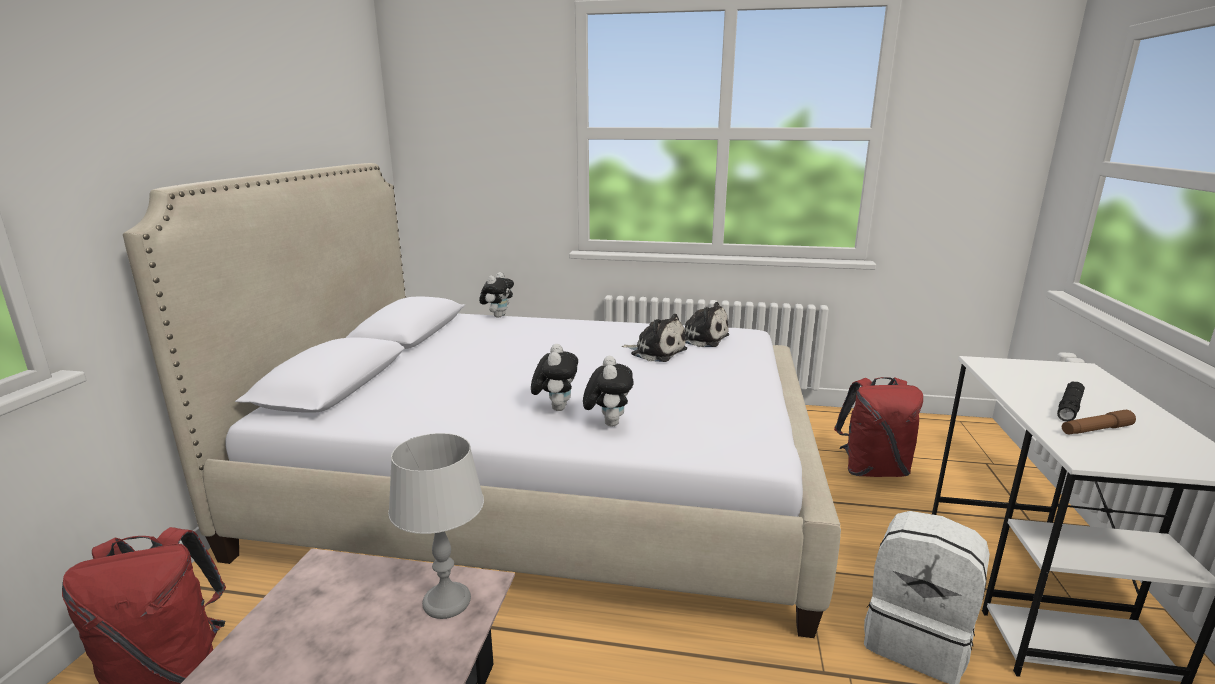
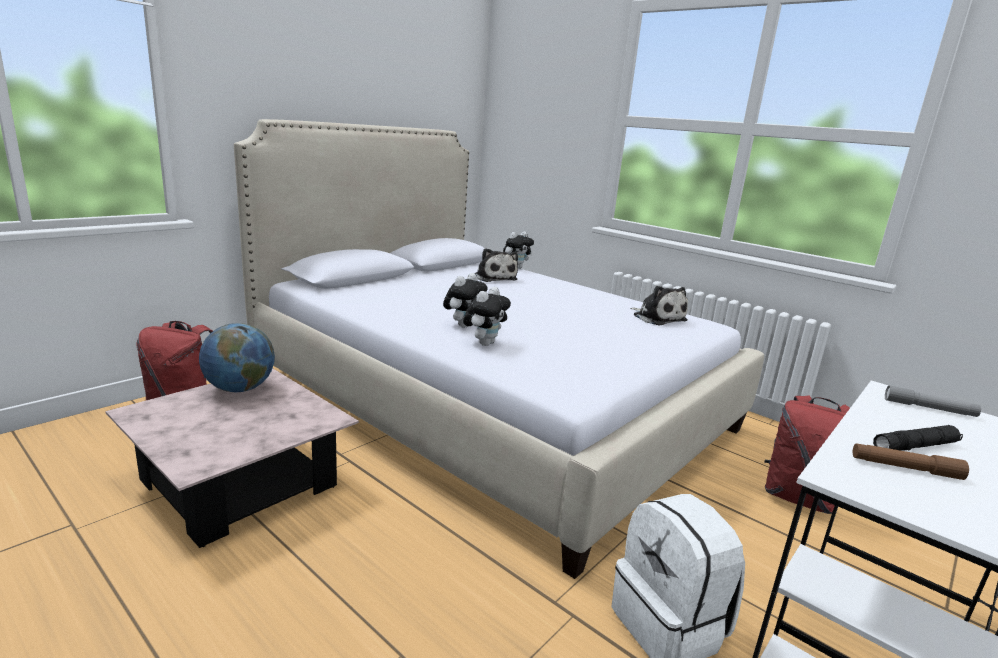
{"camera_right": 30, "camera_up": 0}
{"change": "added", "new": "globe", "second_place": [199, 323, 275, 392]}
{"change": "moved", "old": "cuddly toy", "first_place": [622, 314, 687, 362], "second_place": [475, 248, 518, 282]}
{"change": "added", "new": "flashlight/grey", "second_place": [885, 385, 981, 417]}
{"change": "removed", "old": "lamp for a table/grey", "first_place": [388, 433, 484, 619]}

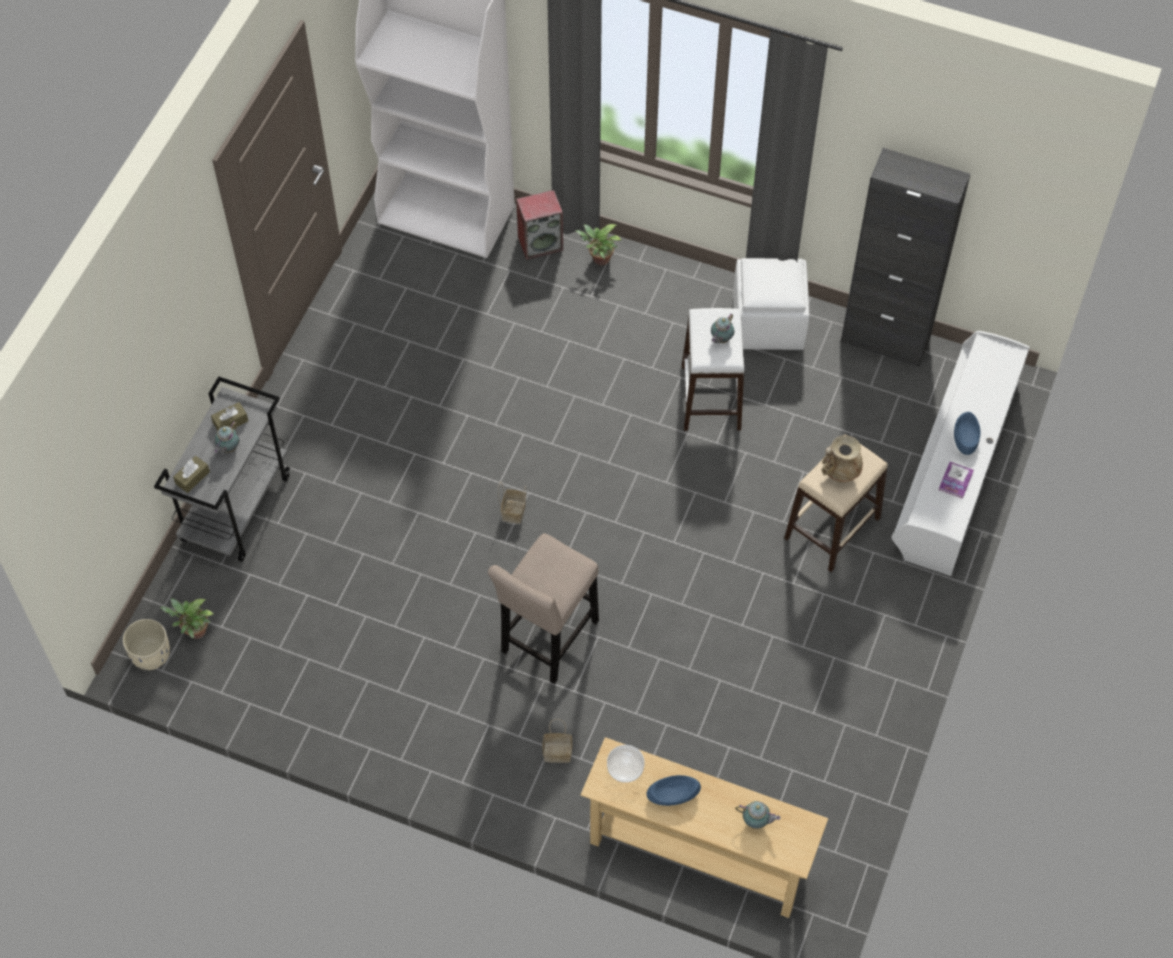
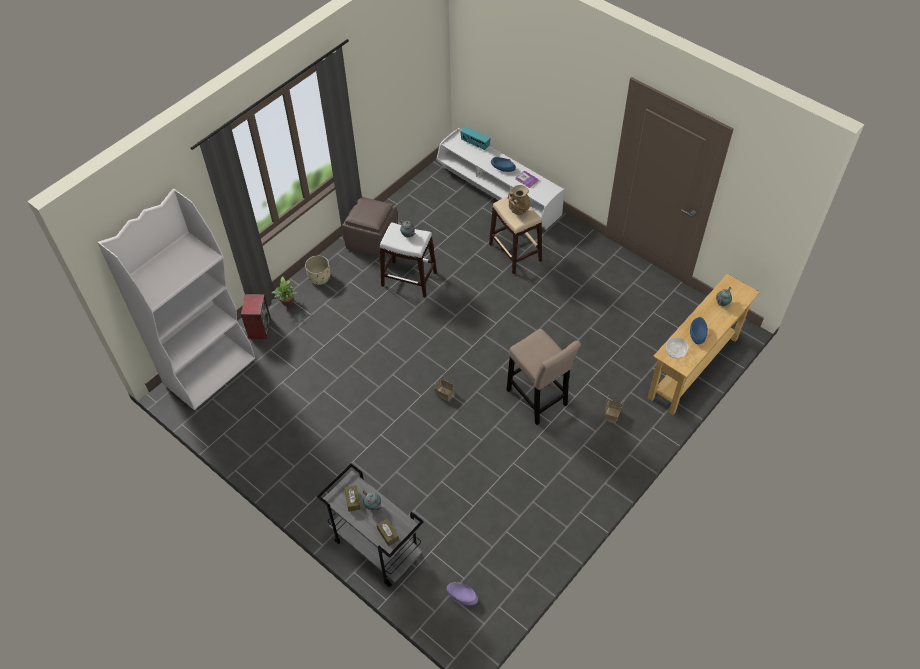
{"camera_right": -70, "camera_up": -5}
{"change": "moved", "old": "flower pot/sand-coloured", "first_place": [122, 619, 170, 670], "second_place": [305, 255, 330, 285]}
{"change": "recoloured", "old": "footrest/whitish", "new": "footrest/brown", "first_place": [733, 258, 809, 350], "second_place": [342, 197, 398, 258]}
{"change": "replaced", "old": "plant in a pot", "new": "deep dish/purple", "first_place": [160, 598, 214, 639], "second_place": [447, 582, 478, 605]}
{"change": "added", "new": "radio set", "second_place": [460, 126, 491, 150]}
{"change": "removed", "old": "cupboard/black-coloured", "first_place": [841, 148, 970, 367]}

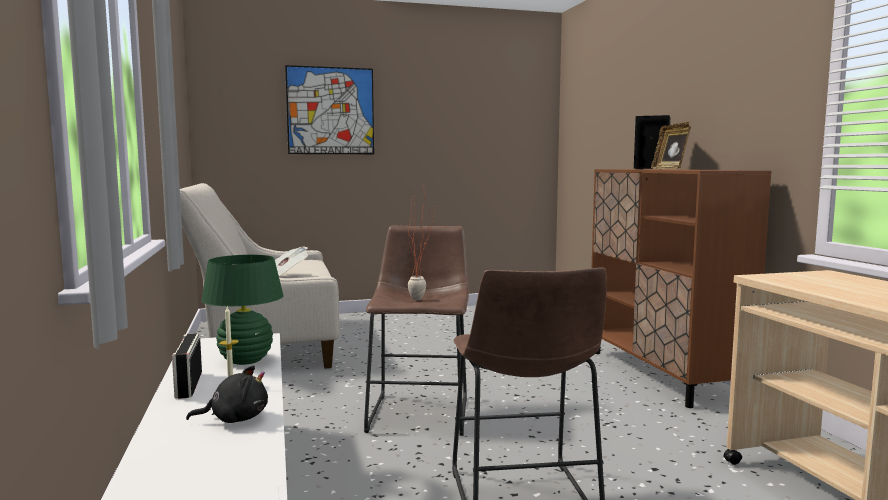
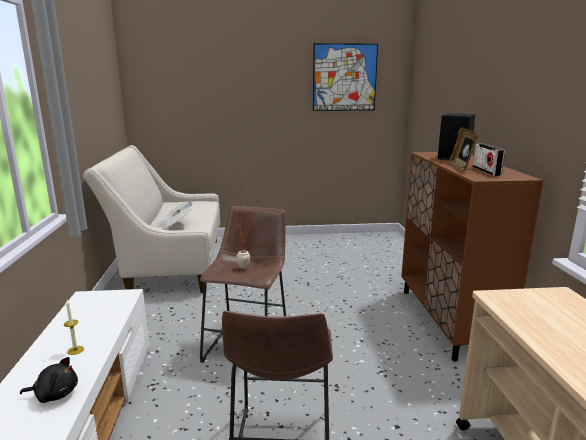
{"camera_right": 10, "camera_up": 10}
{"change": "moved", "old": "wall picture", "first_place": [285, 65, 374, 154], "second_place": [313, 43, 378, 111]}
{"change": "moved", "old": "radio set", "first_place": [172, 333, 202, 399], "second_place": [473, 144, 505, 176]}
{"change": "removed", "old": "lamp for a table/green", "first_place": [201, 255, 284, 365]}

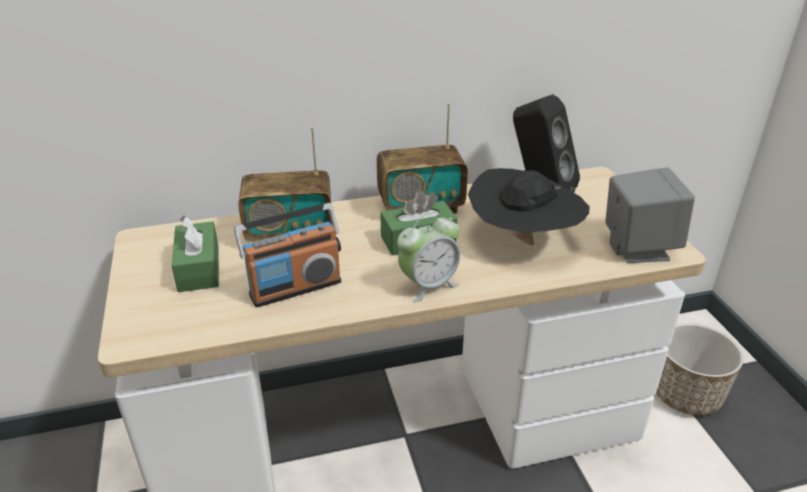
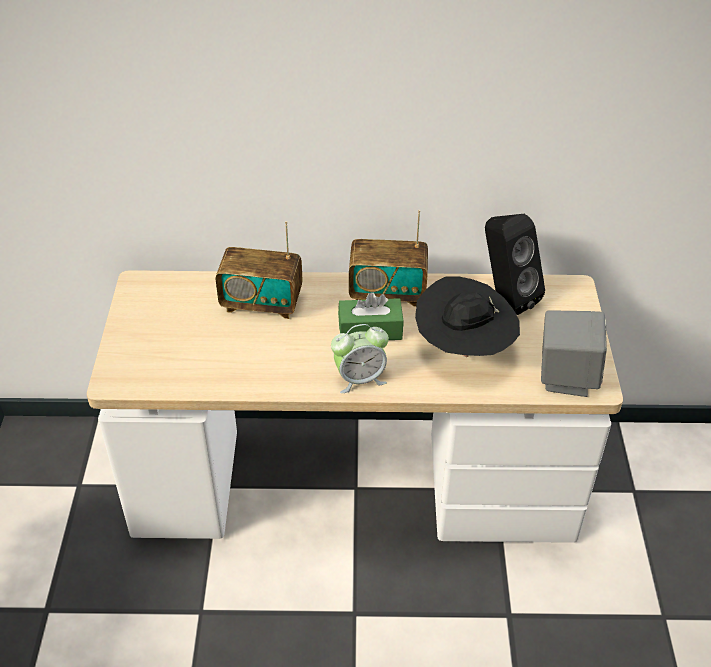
{"camera_right": 15, "camera_up": 10}
{"change": "removed", "old": "tissue holder/green", "first_place": [172, 215, 219, 292]}
{"change": "removed", "old": "radio set", "first_place": [234, 203, 341, 308]}
{"change": "removed", "old": "flower pot", "first_place": [656, 323, 744, 415]}

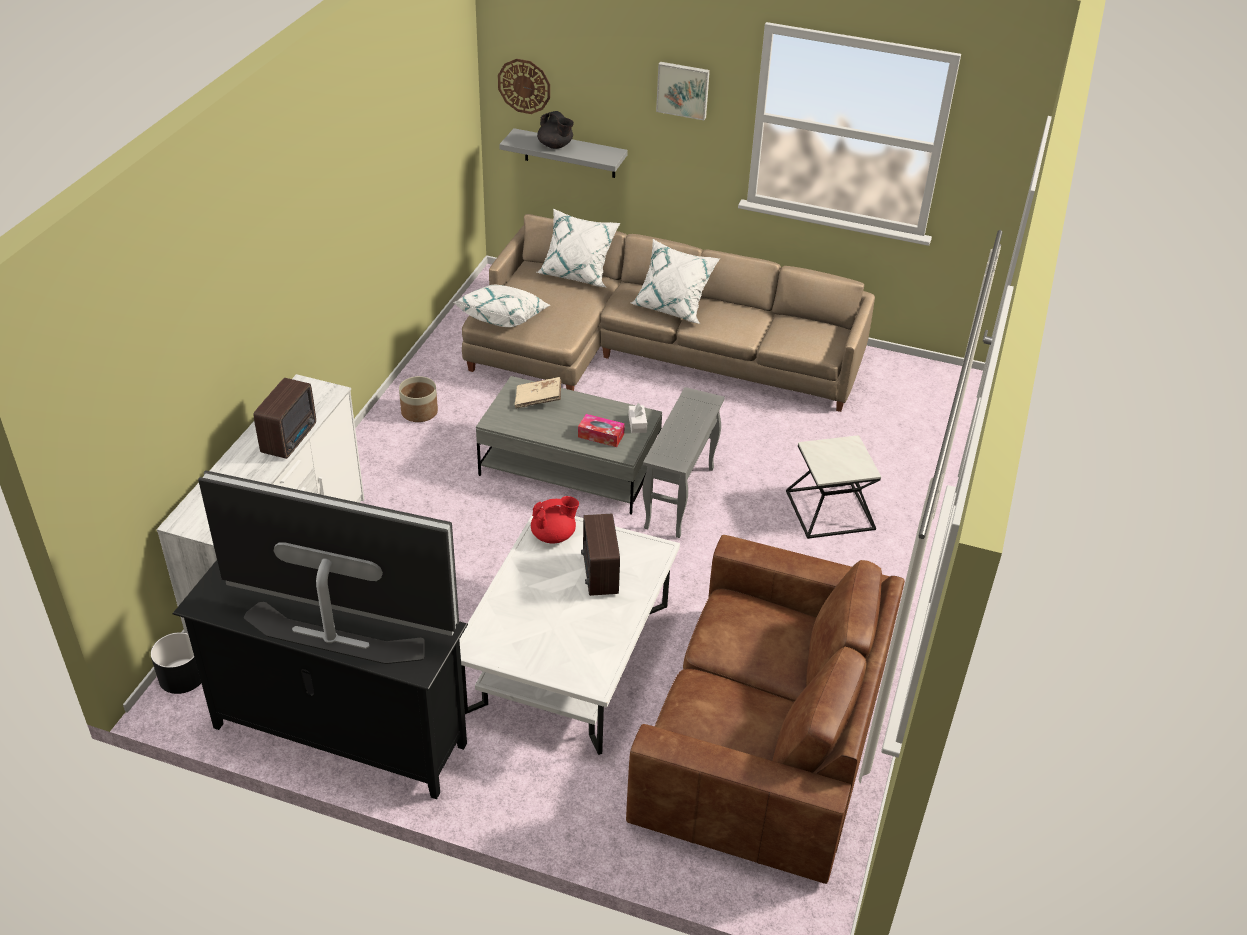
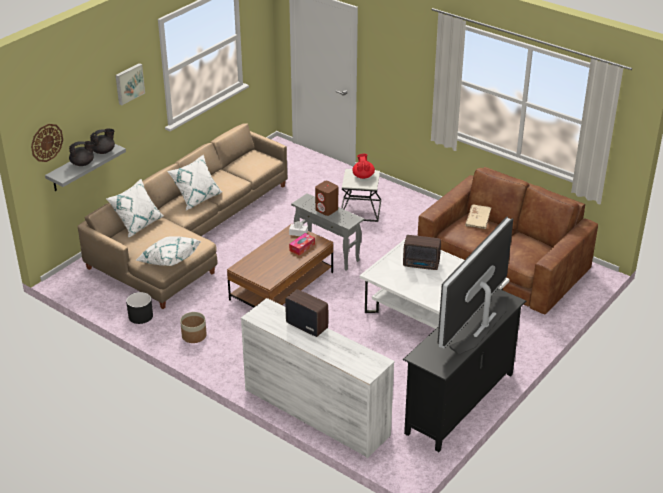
{"camera_right": -70, "camera_up": -5}
{"change": "added", "new": "pot for tea/black-coloured", "second_place": [90, 129, 115, 154]}
{"change": "moved", "old": "flower pot/black-coloured", "first_place": [151, 632, 201, 694], "second_place": [126, 292, 153, 324]}
{"change": "recoloured", "old": "lounge table/grey", "new": "lounge table/brown", "first_place": [476, 376, 662, 515], "second_place": [227, 224, 333, 307]}
{"change": "added", "new": "speaker/brown", "second_place": [315, 181, 338, 216]}
{"change": "moved", "old": "pot for tea/reddish", "first_place": [531, 496, 579, 544], "second_place": [352, 154, 375, 179]}
{"change": "moved", "old": "bound book/sand-coloured", "first_place": [515, 377, 561, 409], "second_place": [465, 204, 491, 229]}

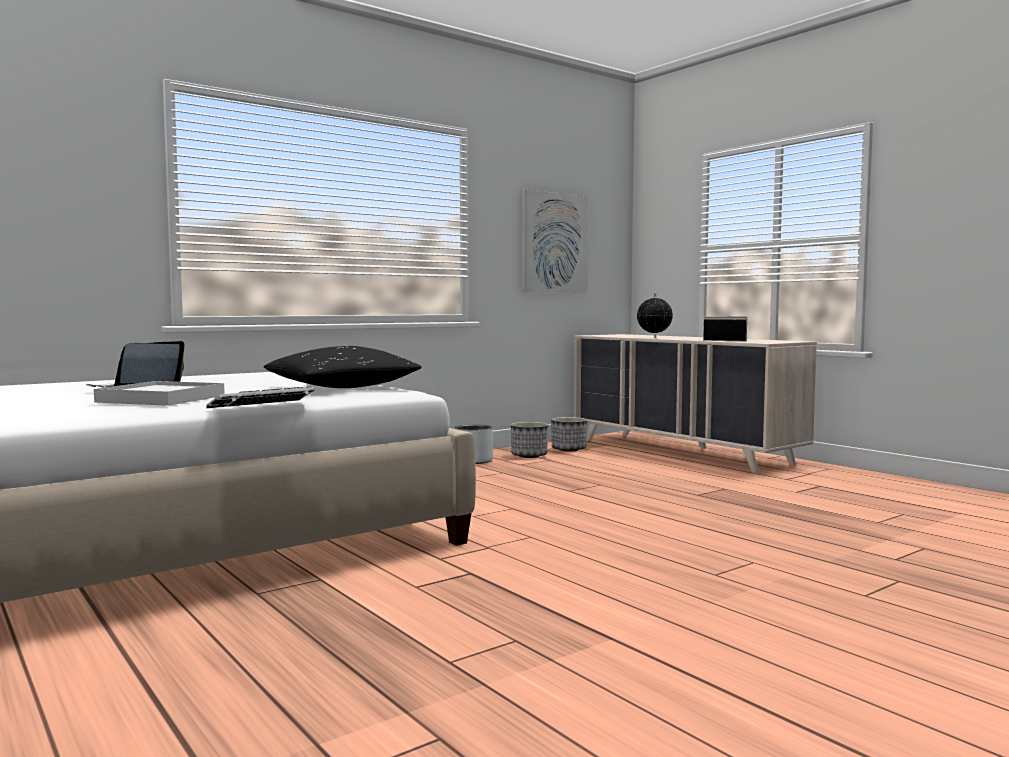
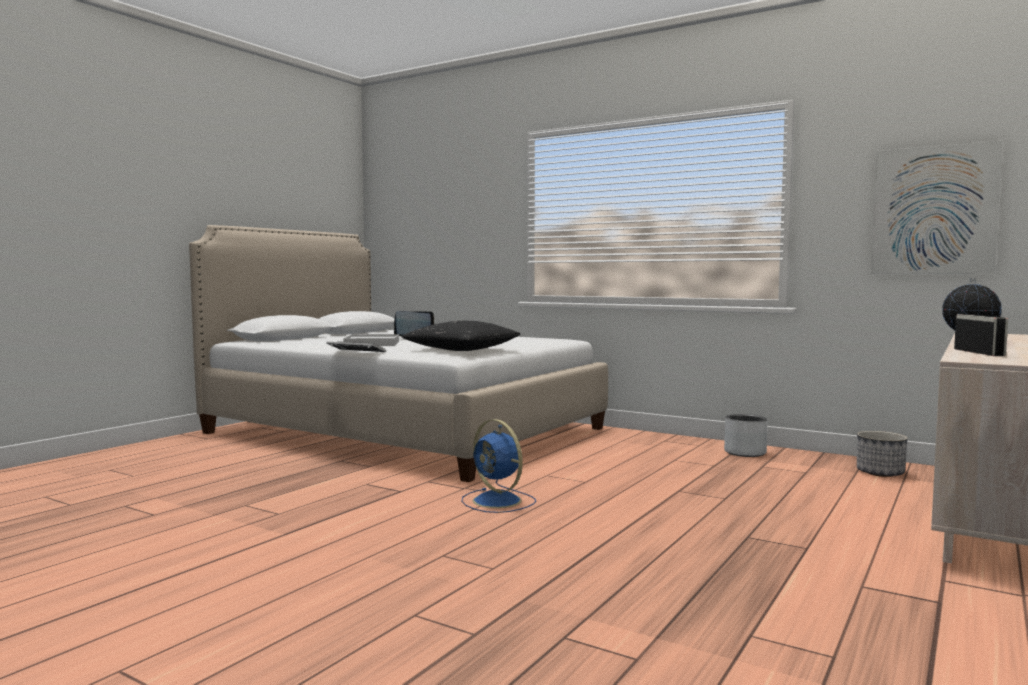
{"camera_right": 70, "camera_up": 0}
{"change": "added", "new": "electric fan/blue", "second_place": [461, 419, 536, 513]}
{"change": "removed", "old": "flower pot", "first_place": [511, 422, 548, 458]}

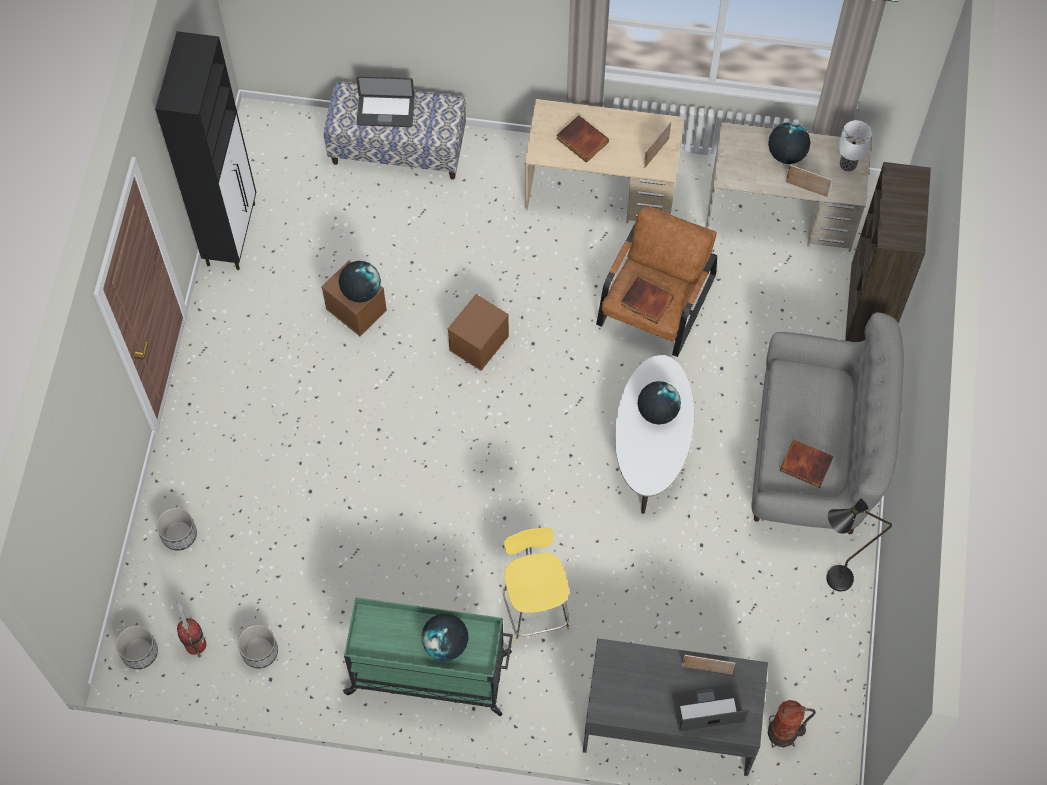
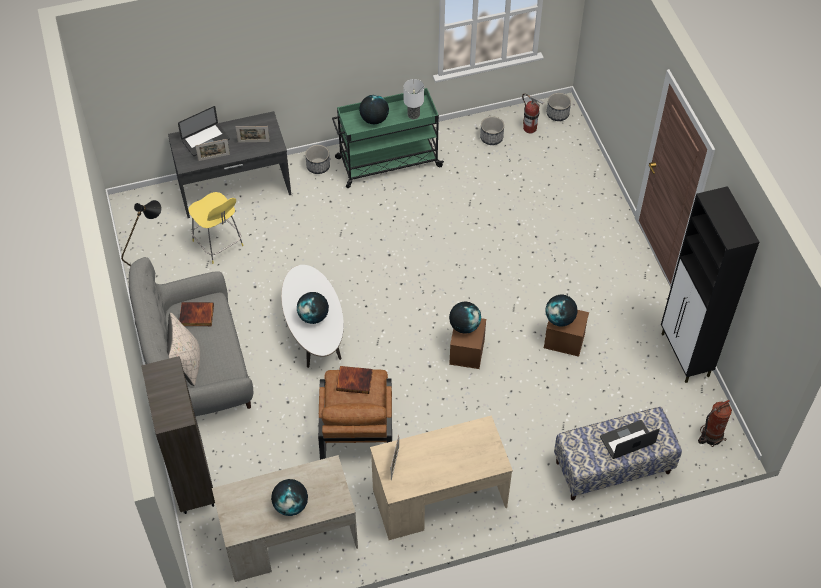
{"camera_right": 155, "camera_up": -10}
{"change": "added", "new": "throw pillow/sand-coloured", "second_place": [167, 313, 200, 386]}
{"change": "moved", "old": "stool seat/yellow", "first_place": [503, 528, 569, 642], "second_place": [189, 192, 244, 264]}
{"change": "moved", "old": "photo frame", "first_place": [786, 165, 832, 197], "second_place": [236, 126, 270, 143]}
{"change": "moved", "old": "flower pot", "first_place": [156, 507, 197, 551], "second_place": [305, 145, 330, 174]}
{"change": "moved", "old": "lamp for a table", "first_place": [838, 120, 872, 171], "second_place": [404, 79, 424, 119]}
{"change": "added", "new": "globe", "second_place": [449, 301, 481, 334]}
{"change": "moved", "old": "extinguisher", "first_place": [768, 700, 816, 748], "second_place": [698, 400, 732, 447]}
{"change": "removed", "old": "bound book", "first_place": [557, 115, 609, 163]}

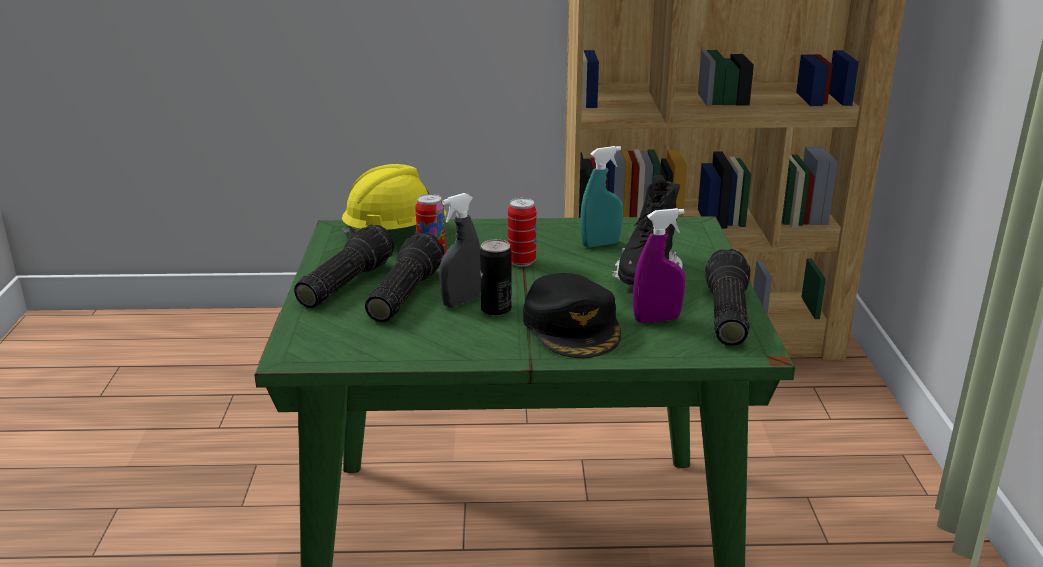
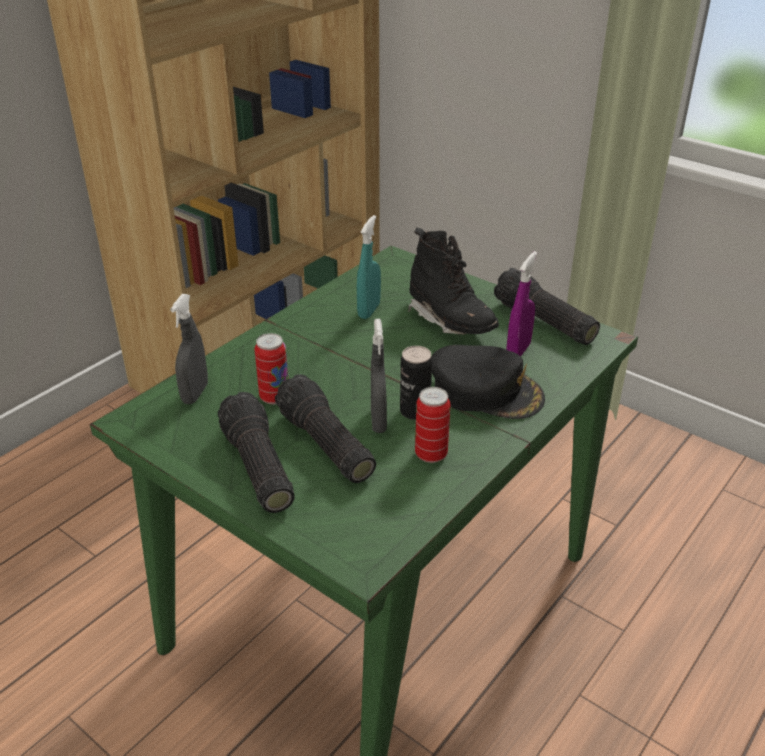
{"camera_right": -50, "camera_up": 10}
{"change": "replaced", "old": "safety helmet/yellow", "new": "sprayer/grey", "first_place": [342, 164, 446, 239], "second_place": [170, 294, 208, 404]}
{"change": "moved", "old": "sealed can", "first_place": [508, 198, 536, 267], "second_place": [415, 387, 450, 463]}

